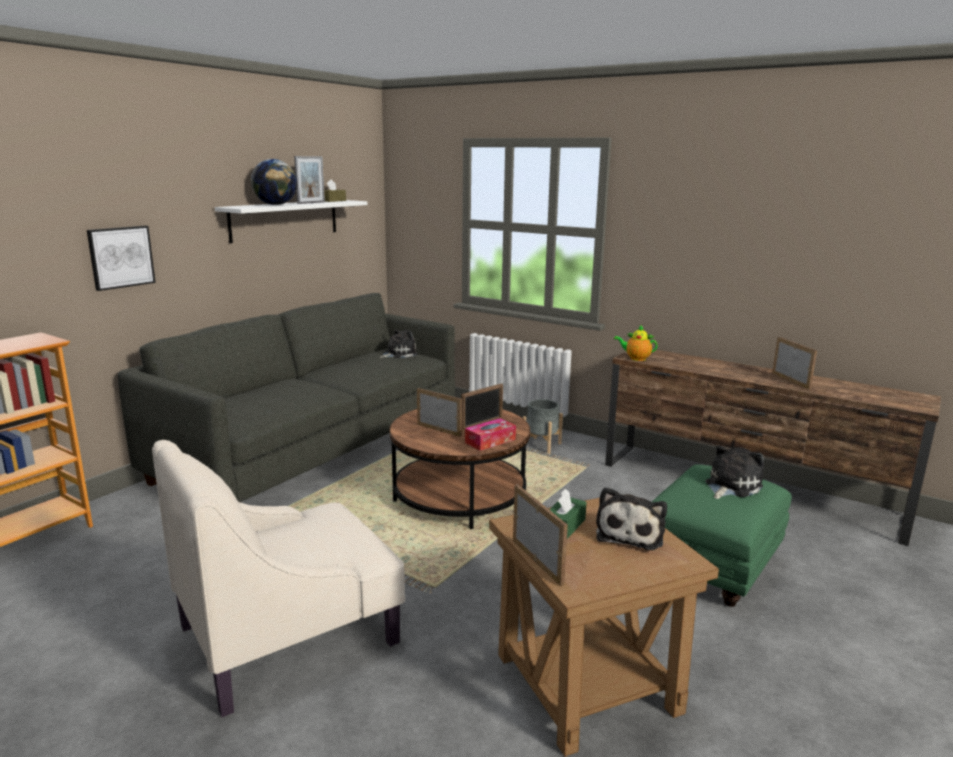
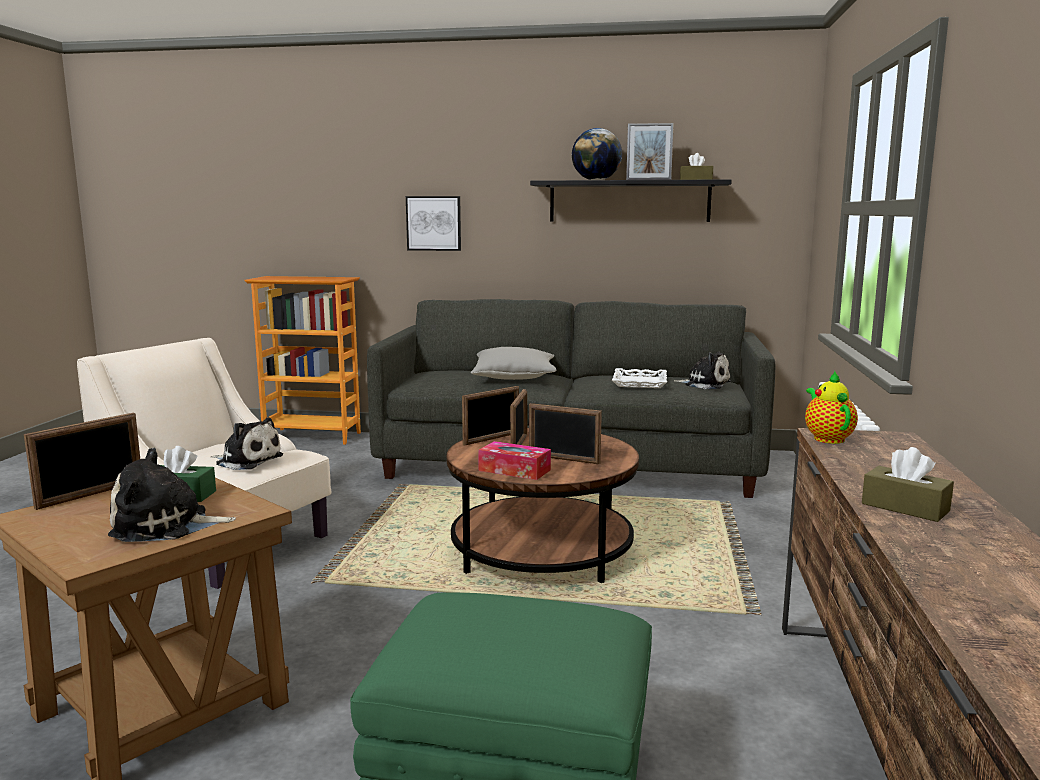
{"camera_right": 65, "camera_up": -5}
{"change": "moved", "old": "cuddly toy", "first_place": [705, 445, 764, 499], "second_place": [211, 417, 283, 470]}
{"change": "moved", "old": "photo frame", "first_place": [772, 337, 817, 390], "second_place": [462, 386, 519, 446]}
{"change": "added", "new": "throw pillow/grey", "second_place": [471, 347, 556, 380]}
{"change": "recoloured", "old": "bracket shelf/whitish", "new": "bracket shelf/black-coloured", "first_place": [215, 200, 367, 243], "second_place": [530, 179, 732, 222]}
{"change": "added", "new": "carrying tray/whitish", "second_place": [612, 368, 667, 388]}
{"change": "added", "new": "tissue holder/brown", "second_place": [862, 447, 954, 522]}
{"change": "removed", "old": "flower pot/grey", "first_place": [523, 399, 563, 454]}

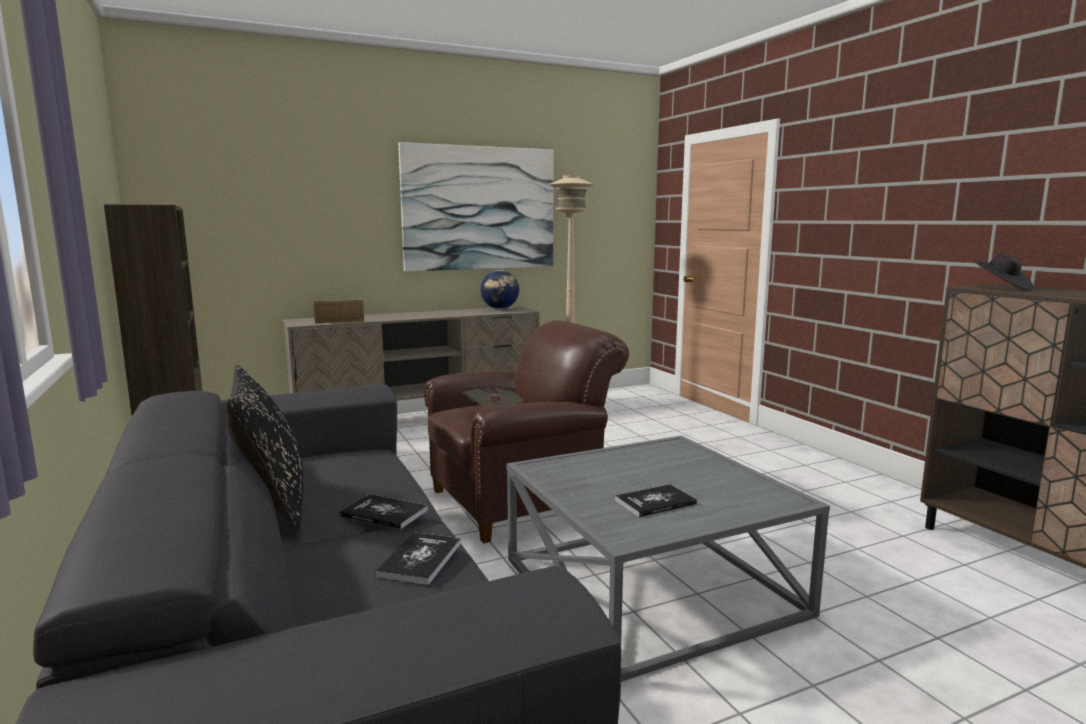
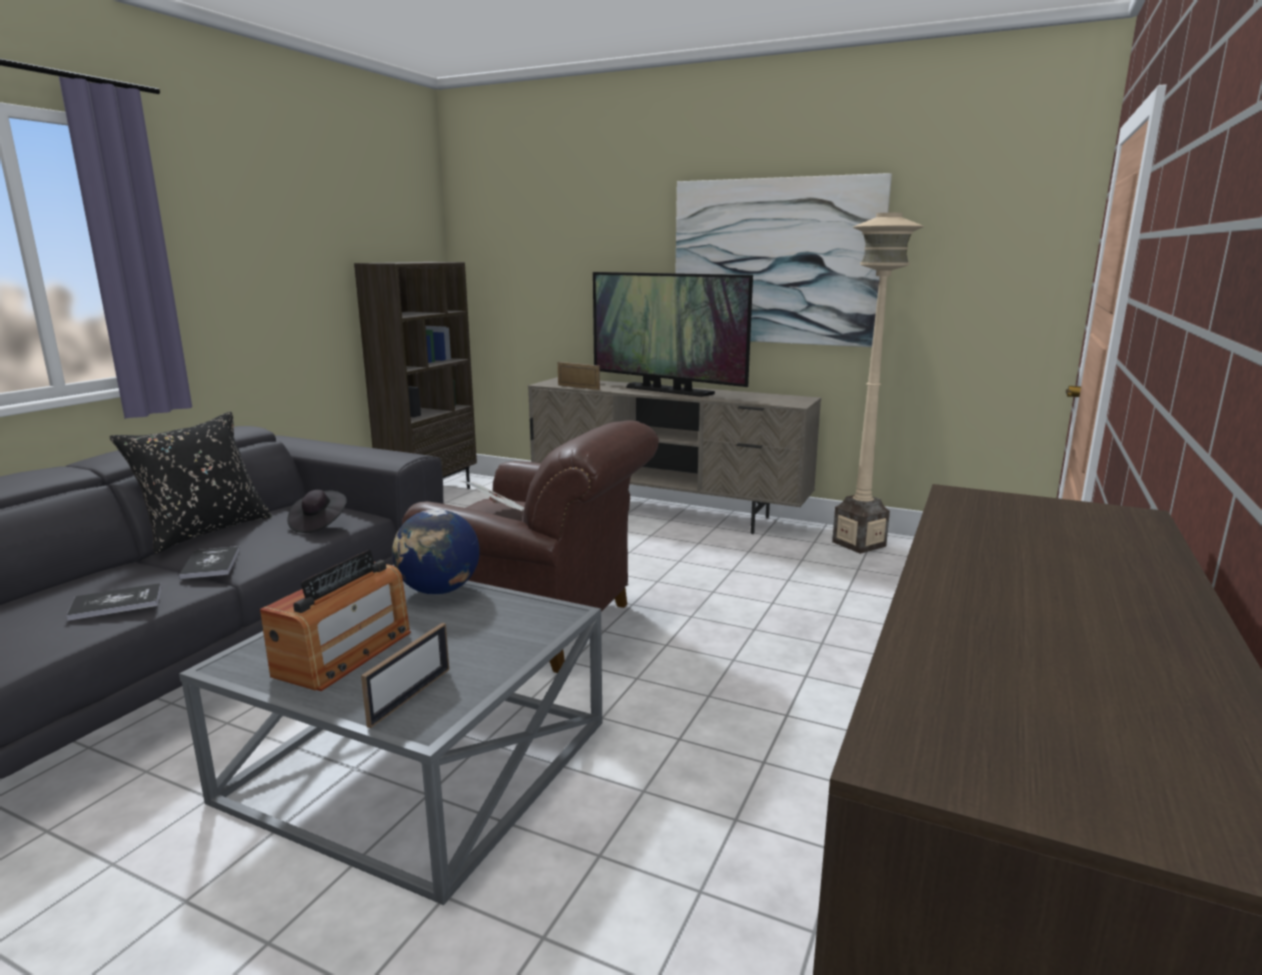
{"camera_right": 50, "camera_up": 5}
{"change": "replaced", "old": "bound book", "new": "radio set", "first_place": [615, 484, 697, 517], "second_place": [260, 550, 411, 691]}
{"change": "moved", "old": "clothing hat/black-coloured", "first_place": [975, 254, 1033, 291], "second_place": [287, 490, 347, 533]}
{"change": "added", "new": "photo frame", "second_place": [361, 623, 449, 728]}
{"change": "moved", "old": "globe", "first_place": [481, 270, 519, 309], "second_place": [392, 509, 480, 595]}
{"change": "added", "new": "TV", "second_place": [593, 272, 753, 397]}

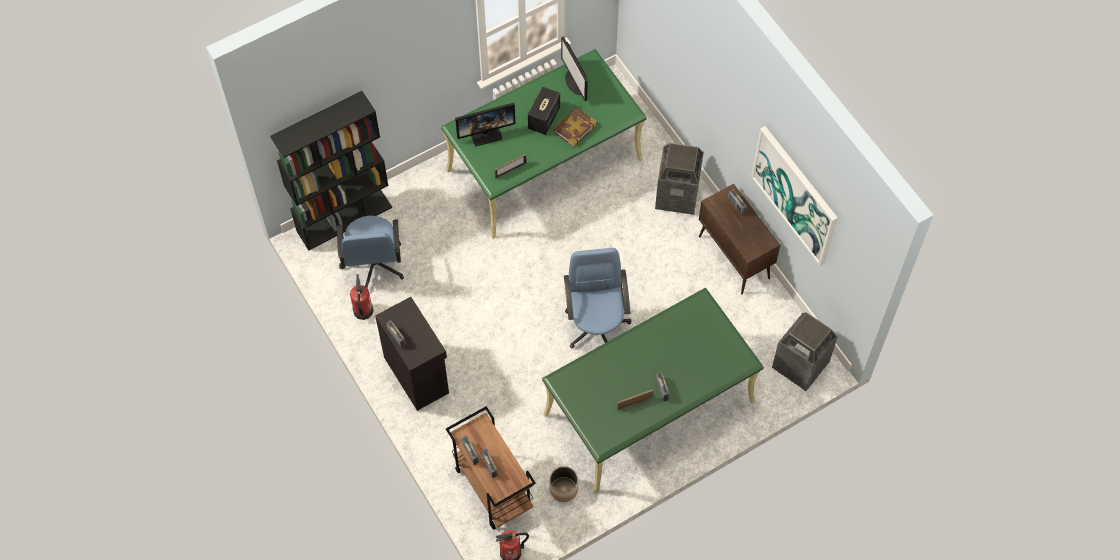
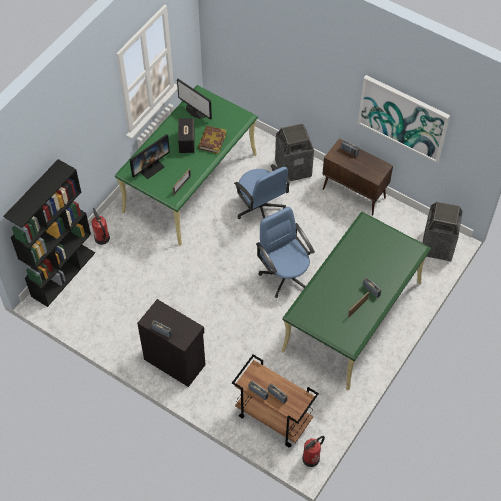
{"camera_right": -25, "camera_up": -5}
{"change": "moved", "old": "extinguisher", "first_place": [350, 274, 374, 320], "second_place": [91, 208, 110, 245]}
{"change": "moved", "old": "computer chair/blue", "first_place": [337, 216, 404, 288], "second_place": [234, 164, 291, 219]}
{"change": "removed", "old": "flower pot", "first_place": [549, 466, 578, 502]}

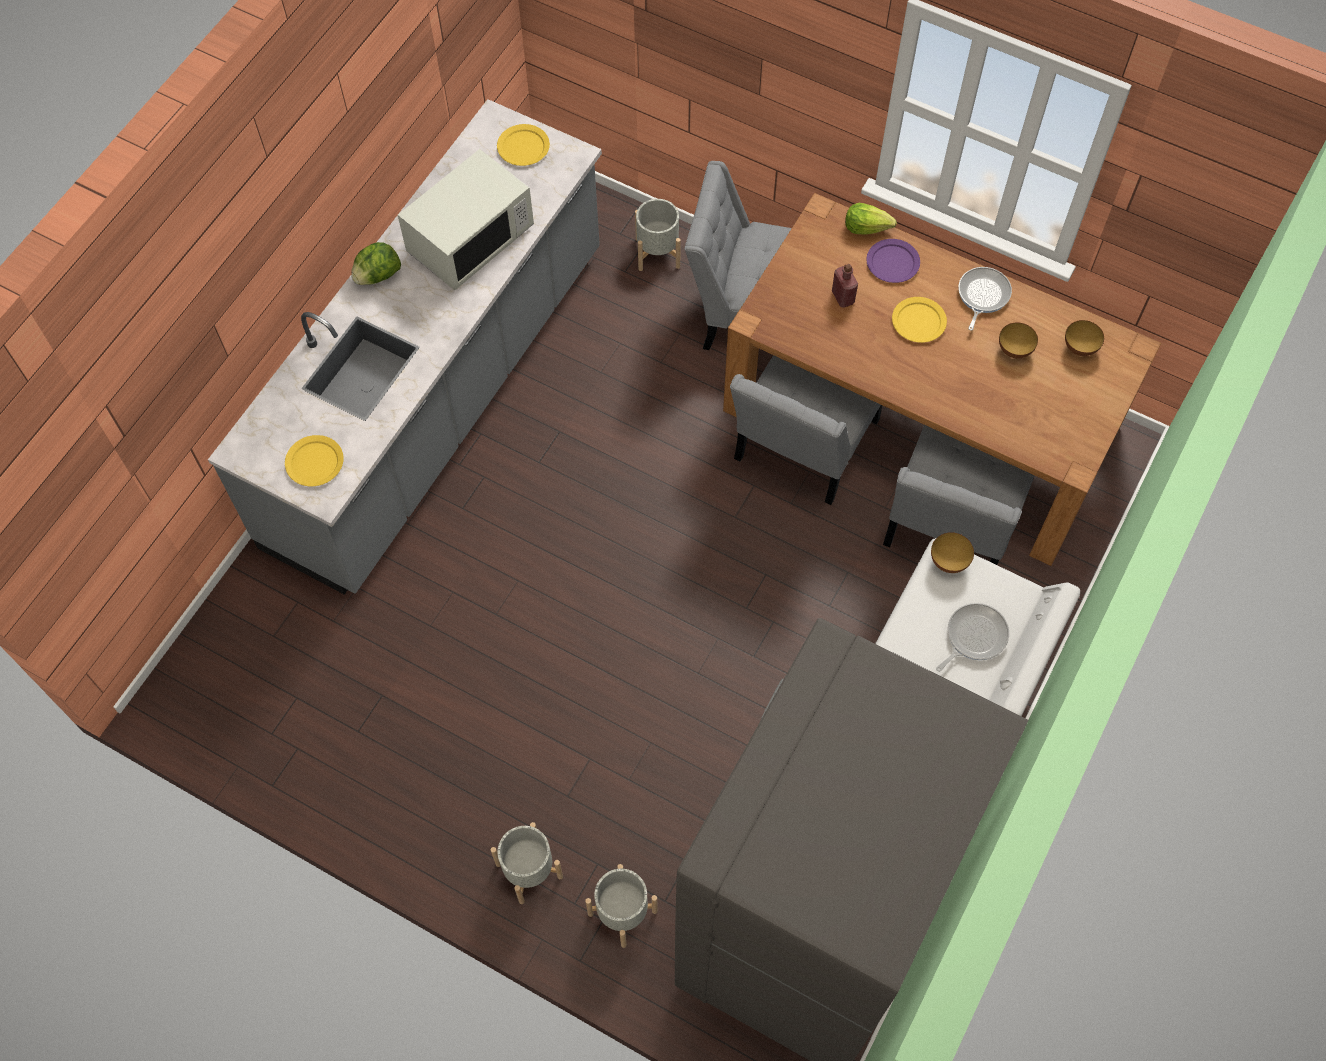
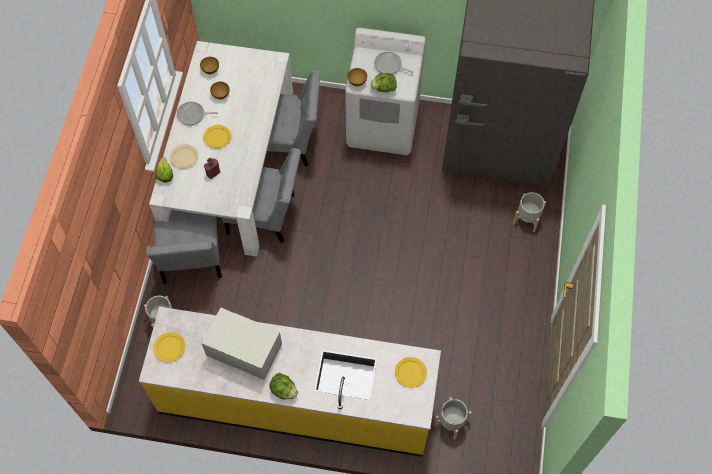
{"camera_right": -110, "camera_up": 0}
{"change": "recoloured", "old": "kitchen counter/grey", "new": "kitchen counter/yellow", "first_place": [208, 99, 602, 595], "second_place": [139, 307, 441, 457]}
{"change": "recoloured", "old": "dining table/brown", "new": "dining table/whitish", "first_place": [723, 193, 1161, 566], "second_place": [149, 41, 293, 257]}
{"change": "recoloured", "old": "plate/purple", "new": "plate/sand-coloured", "first_place": [866, 239, 920, 283], "second_place": [170, 144, 199, 169]}
{"change": "added", "new": "lettuce", "second_place": [371, 73, 397, 92]}
{"change": "moved", "old": "flower pot/grey", "first_place": [491, 822, 563, 904], "second_place": [434, 397, 472, 440]}

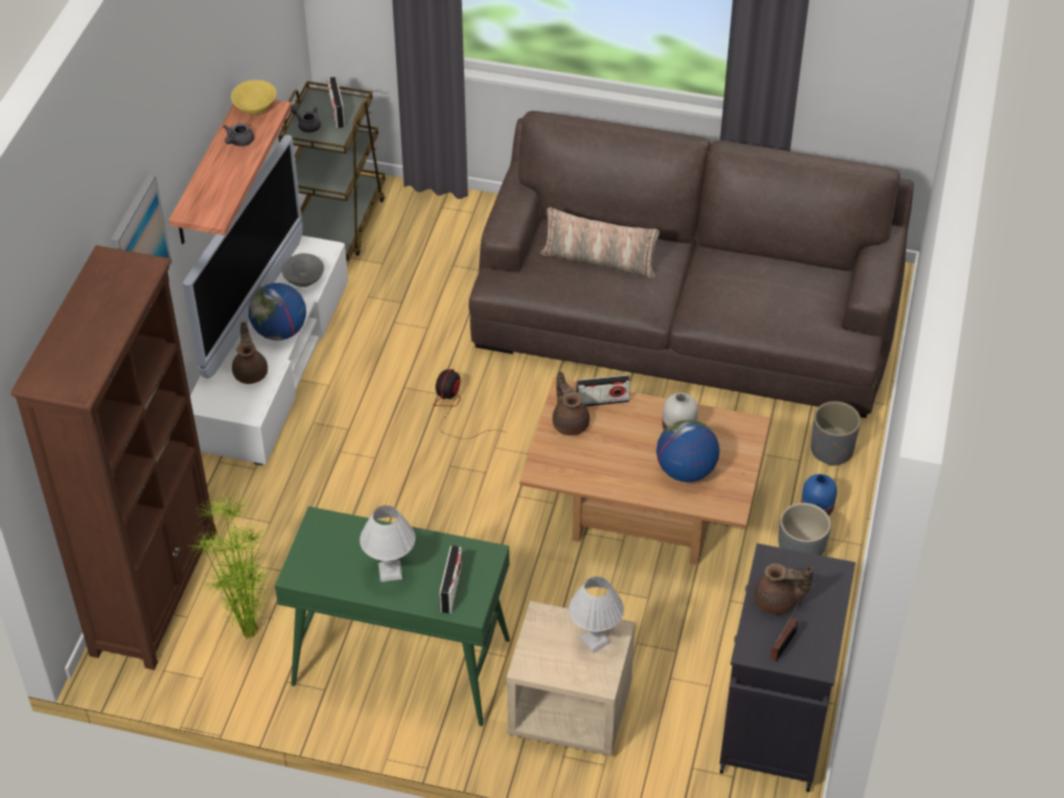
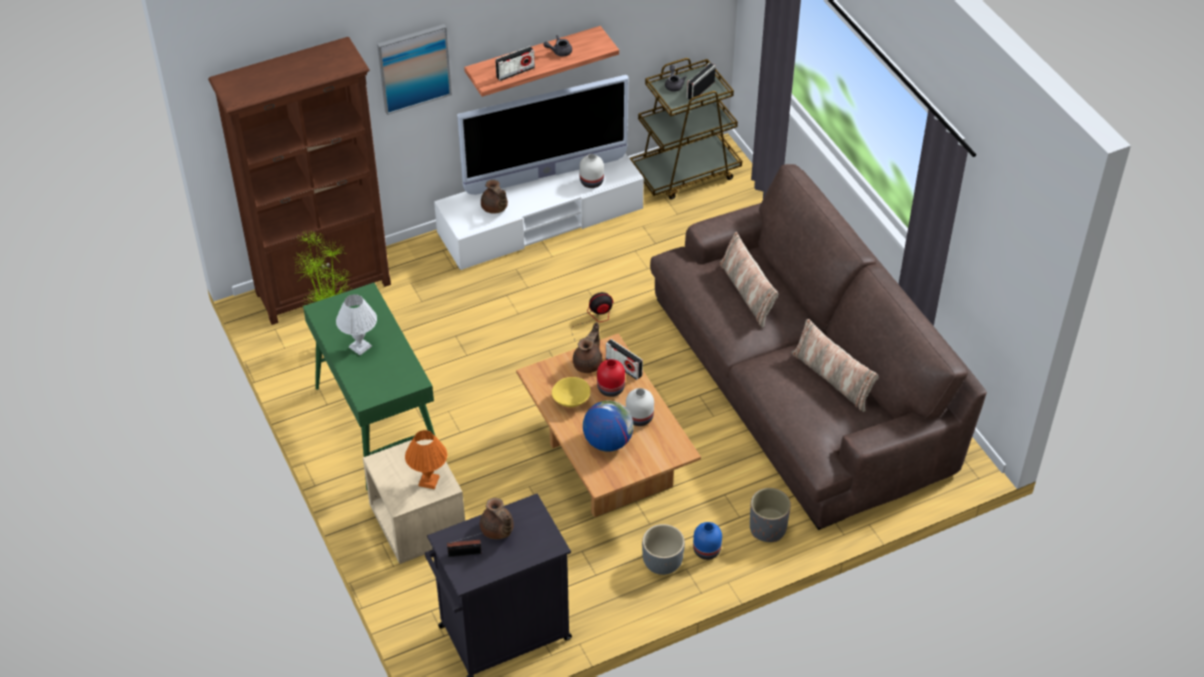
{"camera_right": 50, "camera_up": 0}
{"change": "recoloured", "old": "lamp for a table/whitish", "new": "lamp for a table/orange", "first_place": [569, 576, 624, 653], "second_place": [405, 430, 447, 489]}
{"change": "turned", "old": "pot for tea/brown", "first_place": [232, 322, 268, 384], "second_place": [481, 180, 508, 213], "degrees": 105}
{"change": "moved", "old": "radio set", "first_place": [439, 546, 463, 613], "second_place": [495, 46, 535, 81]}
{"change": "moved", "old": "deep dish/yellow", "first_place": [231, 80, 277, 115], "second_place": [552, 377, 591, 407]}
{"change": "replaced", "old": "deep dish/grey", "new": "flower vase/whitish", "first_place": [282, 253, 324, 287], "second_place": [579, 154, 604, 188]}
{"change": "added", "new": "flower vase/reddish", "second_place": [597, 359, 625, 397]}
{"change": "added", "new": "throw pillow", "second_place": [792, 319, 878, 412]}
{"change": "removed", "old": "globe", "first_place": [249, 283, 306, 340]}

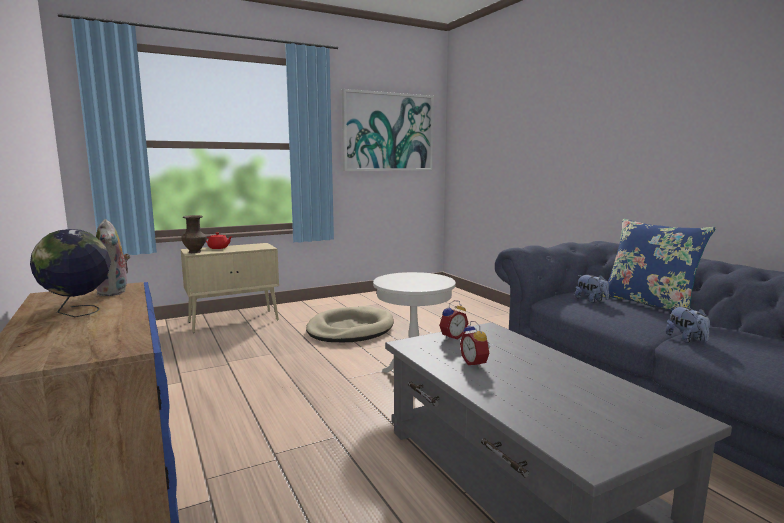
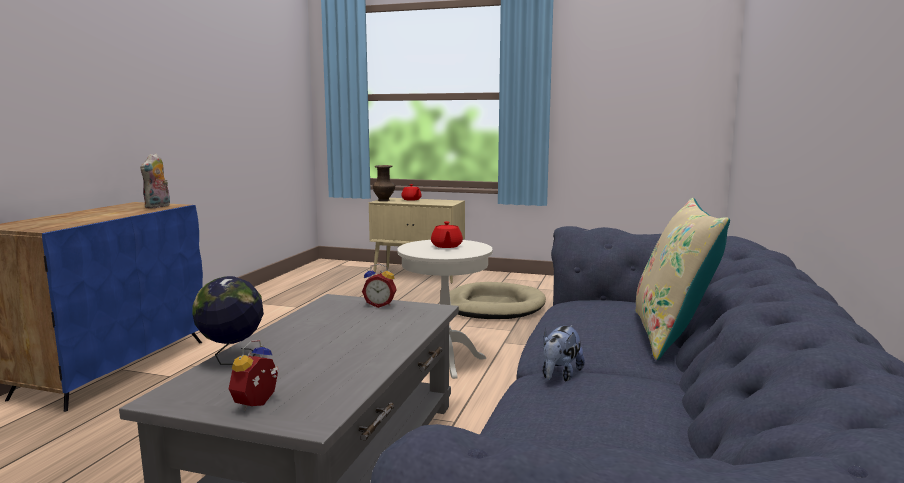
{"camera_right": 45, "camera_up": 0}
{"change": "moved", "old": "globe", "first_place": [30, 229, 111, 317], "second_place": [192, 276, 264, 365]}
{"change": "moved", "old": "bedside clock", "first_place": [460, 321, 490, 368], "second_place": [229, 340, 278, 411]}
{"change": "added", "new": "pot for tea/reddish", "second_place": [431, 221, 463, 248]}
{"change": "recoloured", "old": "throw pillow/blue", "new": "throw pillow/sand-coloured", "first_place": [602, 219, 716, 311], "second_place": [636, 198, 730, 360]}
{"change": "removed", "old": "wall picture", "first_place": [342, 89, 434, 171]}
{"change": "removed", "old": "cuddly toy", "first_place": [575, 275, 609, 303]}

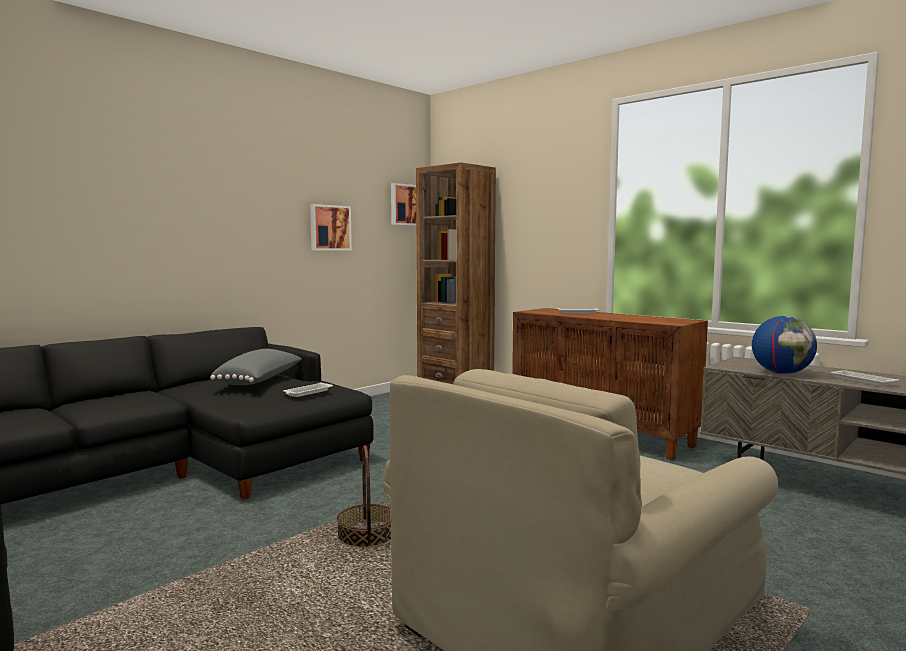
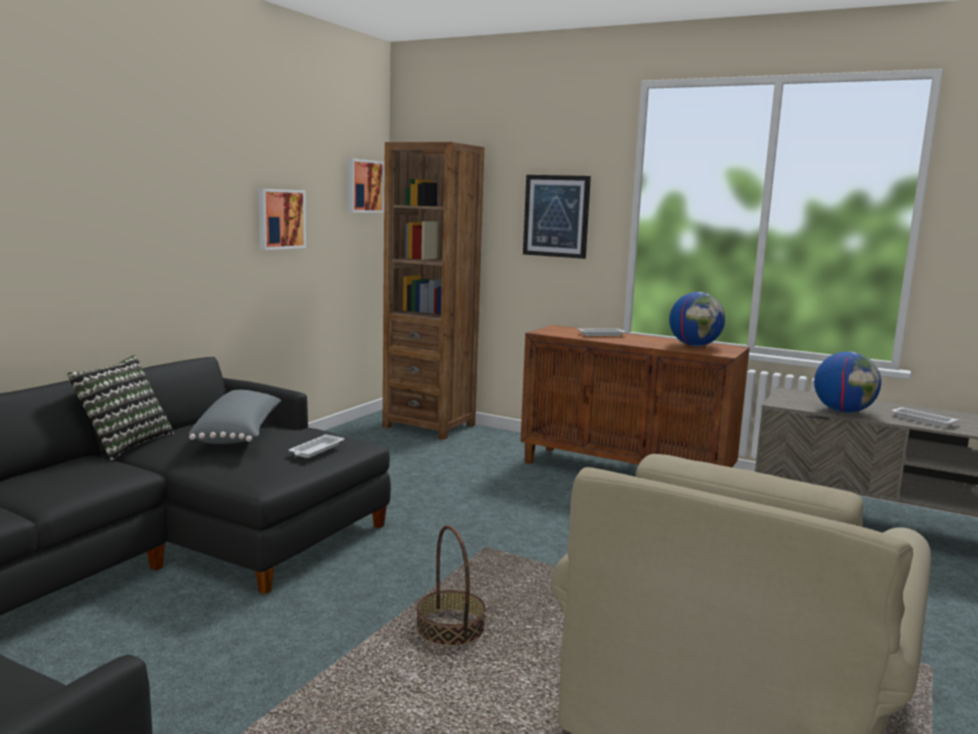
{"camera_right": -15, "camera_up": 5}
{"change": "added", "new": "throw pillow", "second_place": [67, 355, 174, 460]}
{"change": "added", "new": "wall picture", "second_place": [523, 175, 591, 259]}
{"change": "added", "new": "globe", "second_place": [669, 292, 725, 346]}

